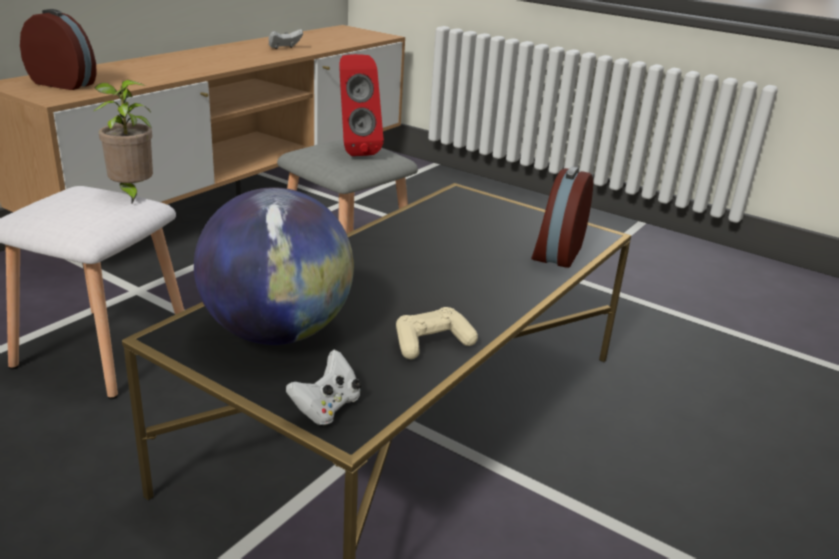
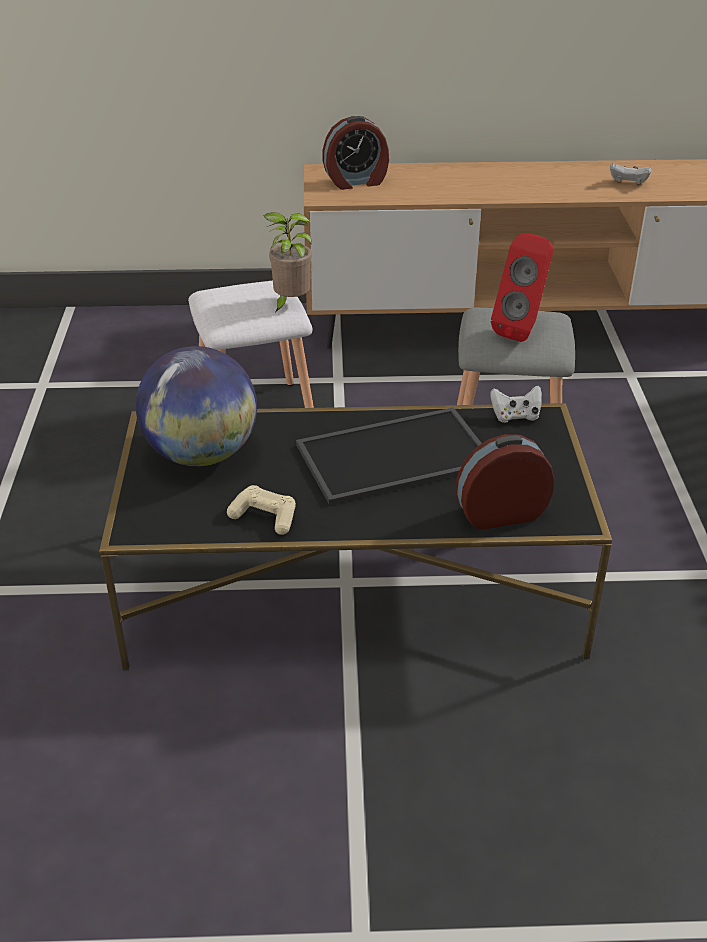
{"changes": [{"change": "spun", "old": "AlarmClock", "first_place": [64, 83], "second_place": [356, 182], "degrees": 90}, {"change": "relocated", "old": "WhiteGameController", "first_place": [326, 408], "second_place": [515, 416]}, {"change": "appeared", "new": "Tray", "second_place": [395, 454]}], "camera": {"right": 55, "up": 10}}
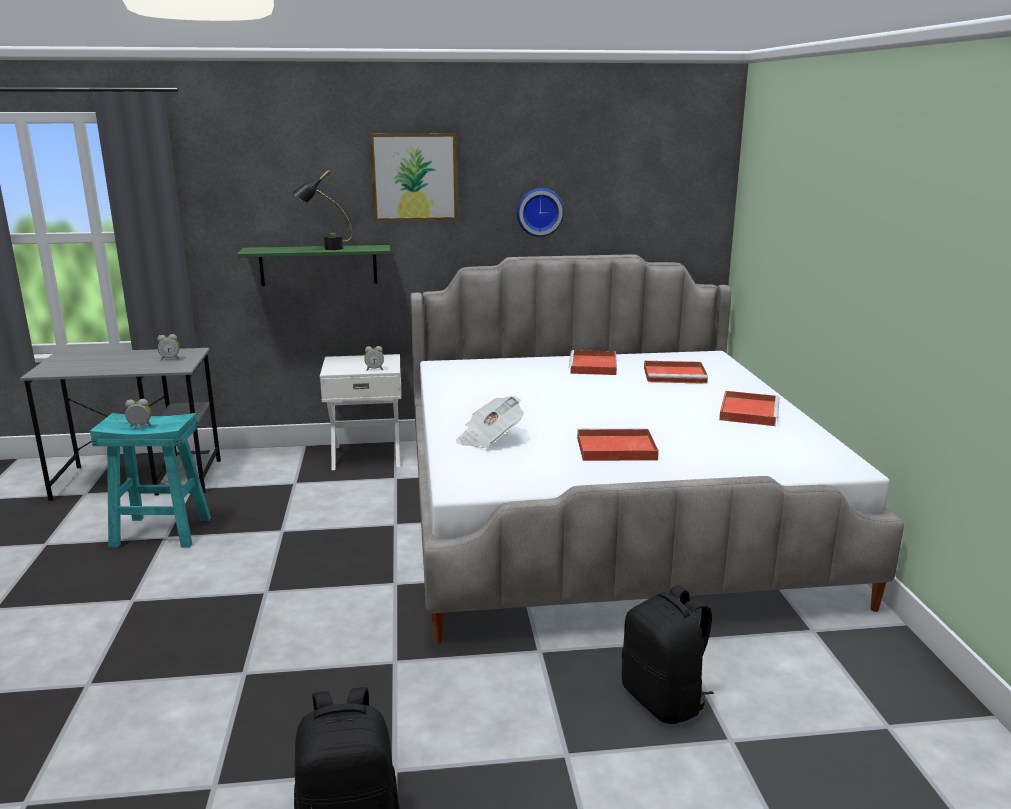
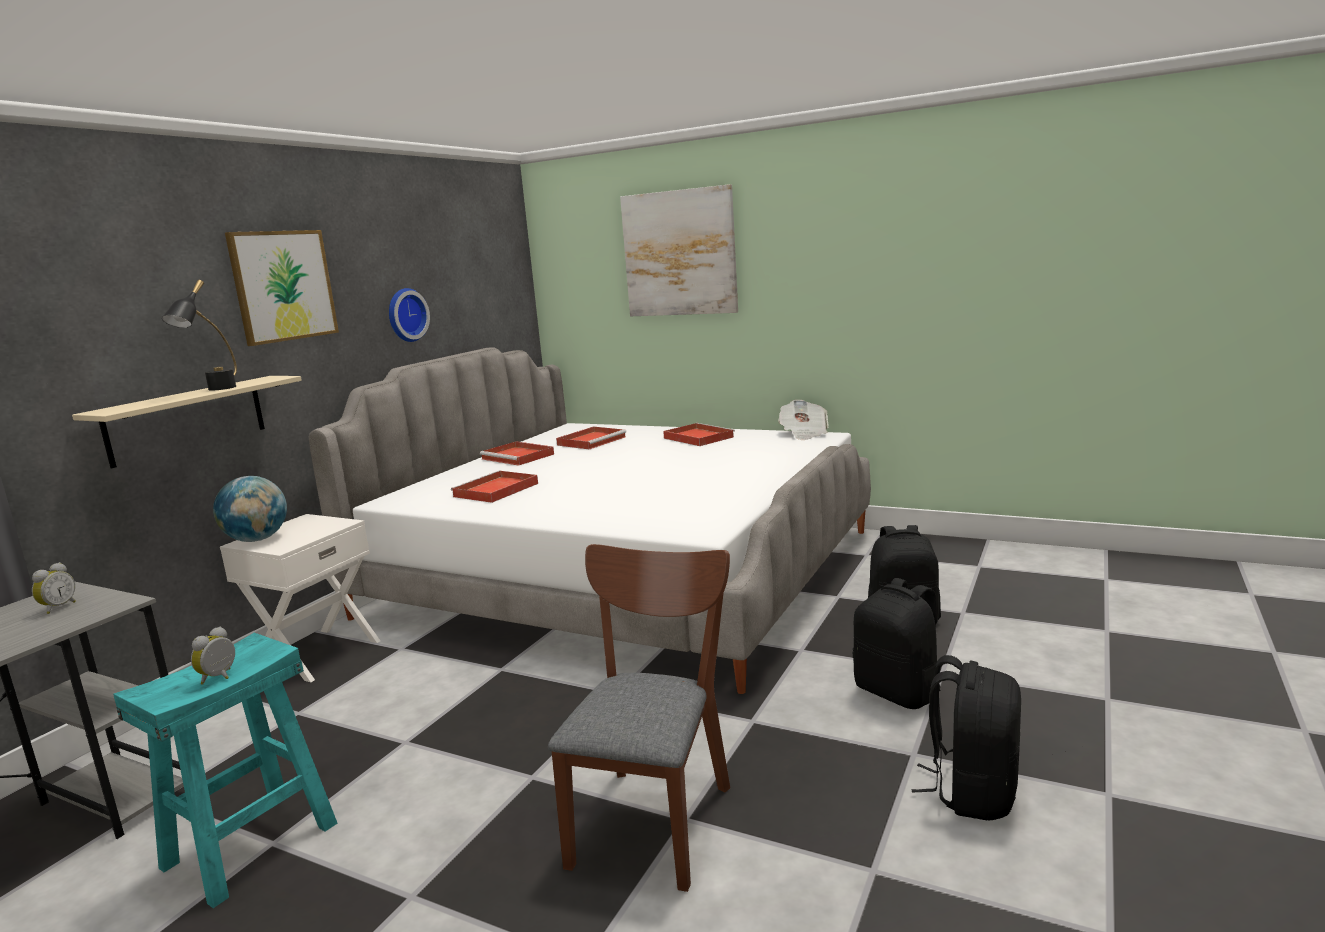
{"changes": [{"change": "colour", "old": "GreenShelf", "new": "BeigeShelf", "first_place": [318, 265], "second_place": [187, 420]}, {"change": "missing", "old": "AlarmClock", "first_place": [374, 369]}, {"change": "relocated", "old": "Newspaper", "first_place": [489, 439], "second_place": [804, 434]}, {"change": "relocated", "old": "RedTray", "first_place": [614, 449], "second_place": [495, 490]}, {"change": "appeared", "new": "Globe", "second_place": [257, 540]}, {"change": "appeared", "new": "BrownChair", "second_place": [655, 815]}, {"change": "appeared", "new": "Picture", "second_place": [679, 253]}, {"change": "appeared", "new": "BlackBackpack", "second_place": [899, 692]}], "camera": {"right": -55, "up": -5}}
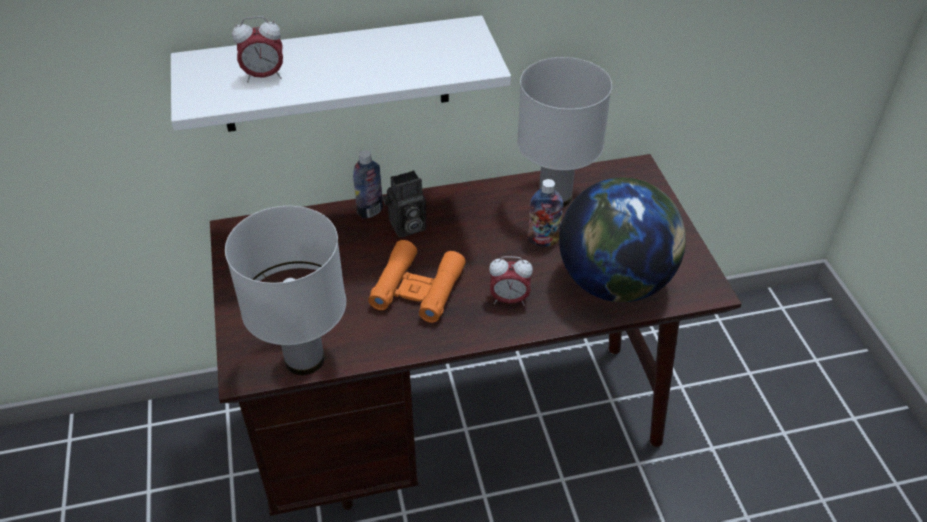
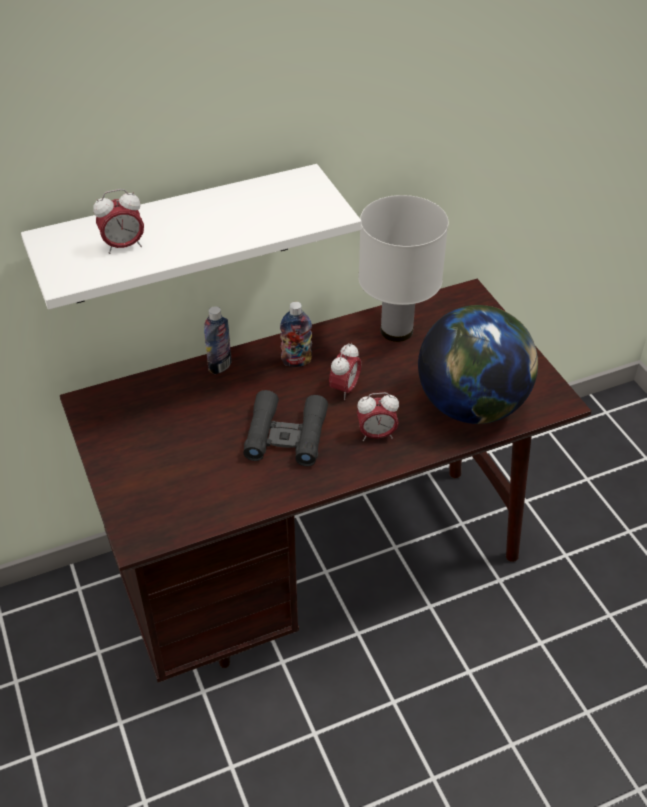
{"changes": [{"change": "missing", "old": "WhiteTableLamp", "first_place": [305, 358]}, {"change": "colour", "old": "OrangeBinoculars", "new": "BlackBinoculars", "first_place": [417, 288], "second_place": [286, 436]}, {"change": "missing", "old": "PhotoCamera", "first_place": [406, 227]}, {"change": "relocated", "old": "Bottle", "first_place": [543, 240], "second_place": [296, 361]}, {"change": "appeared", "new": "AlarmClock", "second_place": [344, 389]}], "camera": {"right": -10, "up": 0}}
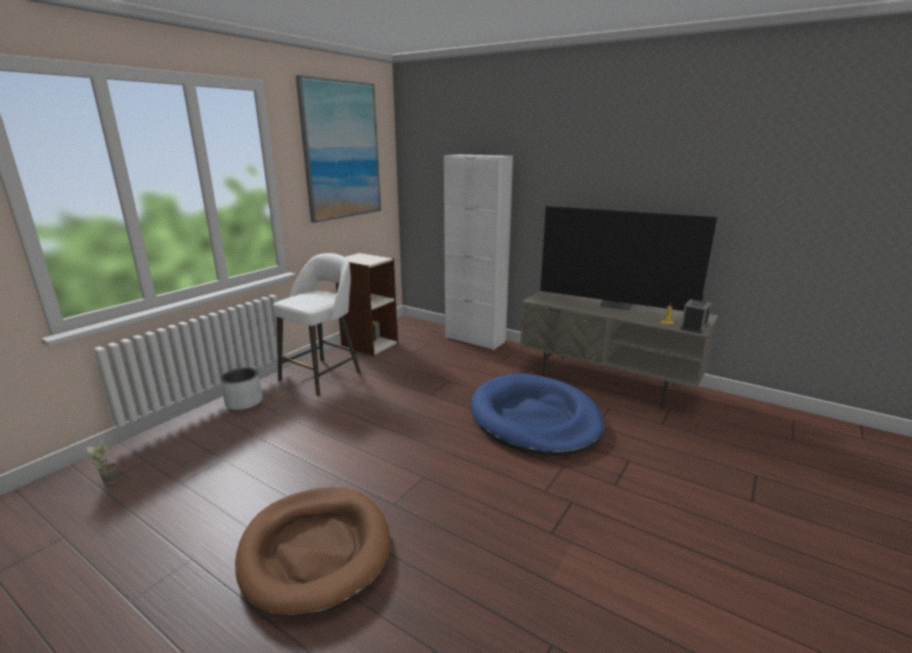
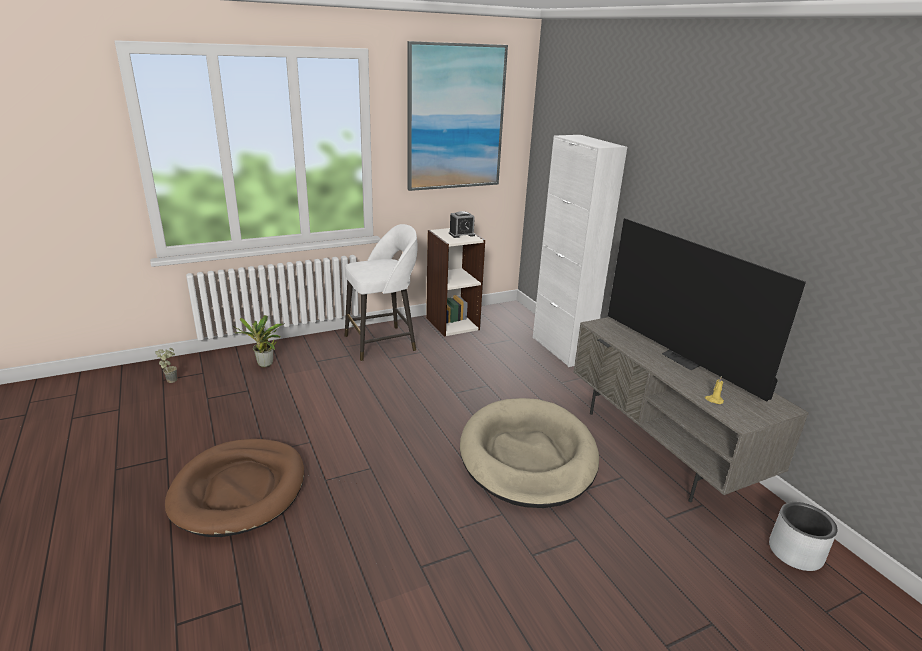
{"changes": [{"change": "relocated", "old": "GreyPlanter", "first_place": [244, 402], "second_place": [795, 552]}, {"change": "colour", "old": "BlueDogBed", "new": "BeigeDogBed", "first_place": [535, 419], "second_place": [528, 456]}, {"change": "relocated", "old": "AlarmClock", "first_place": [693, 327], "second_place": [461, 234]}, {"change": "appeared", "new": "PottedPlant", "second_place": [265, 365]}], "camera": {"right": 30, "up": 5}}
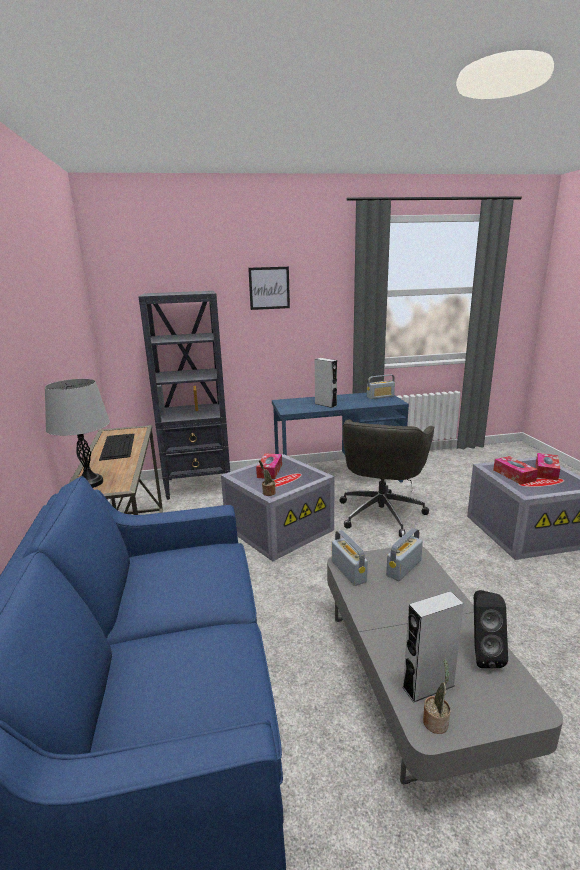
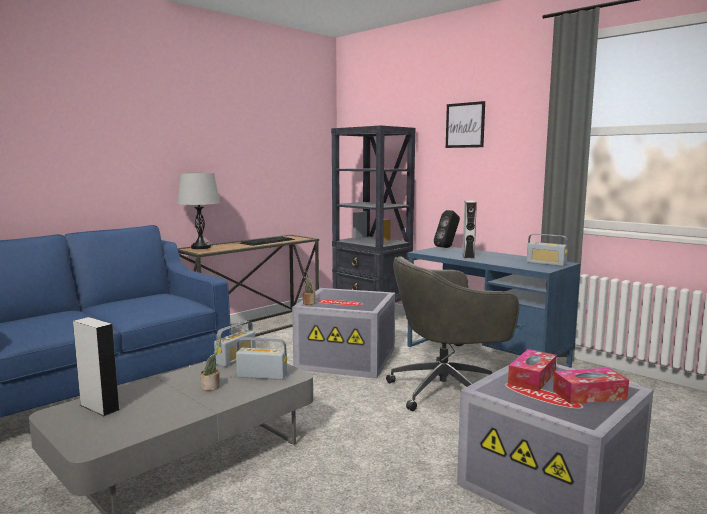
{"changes": [{"change": "missing", "old": "TissueBox", "first_place": [269, 471]}, {"change": "relocated", "old": "PottedPlant", "first_place": [436, 721], "second_place": [212, 387]}, {"change": "relocated", "old": "BlackSpeaker", "first_place": [482, 654], "second_place": [447, 247]}], "camera": {"right": 55, "up": -10}}
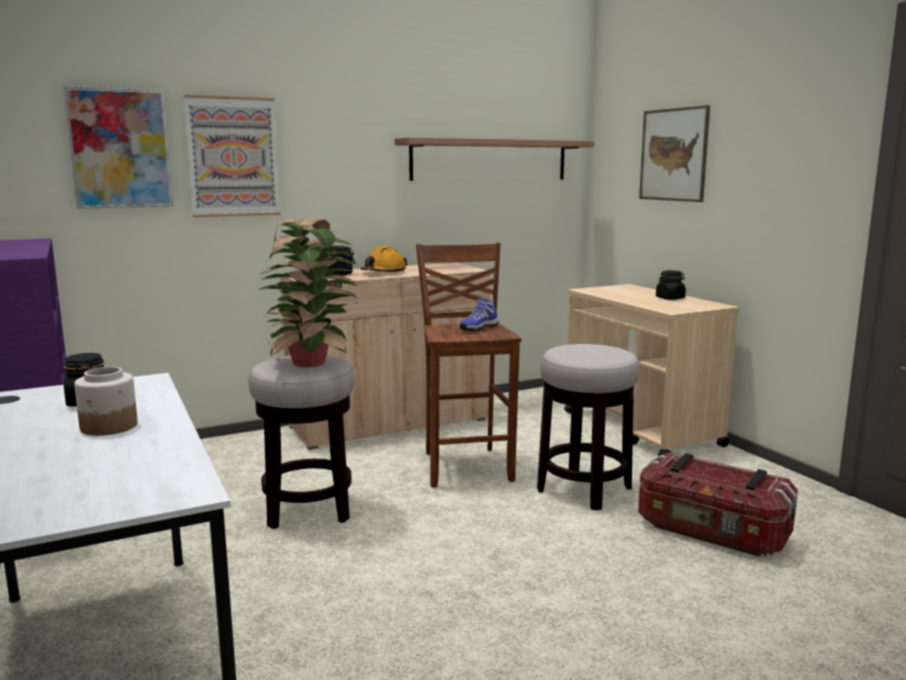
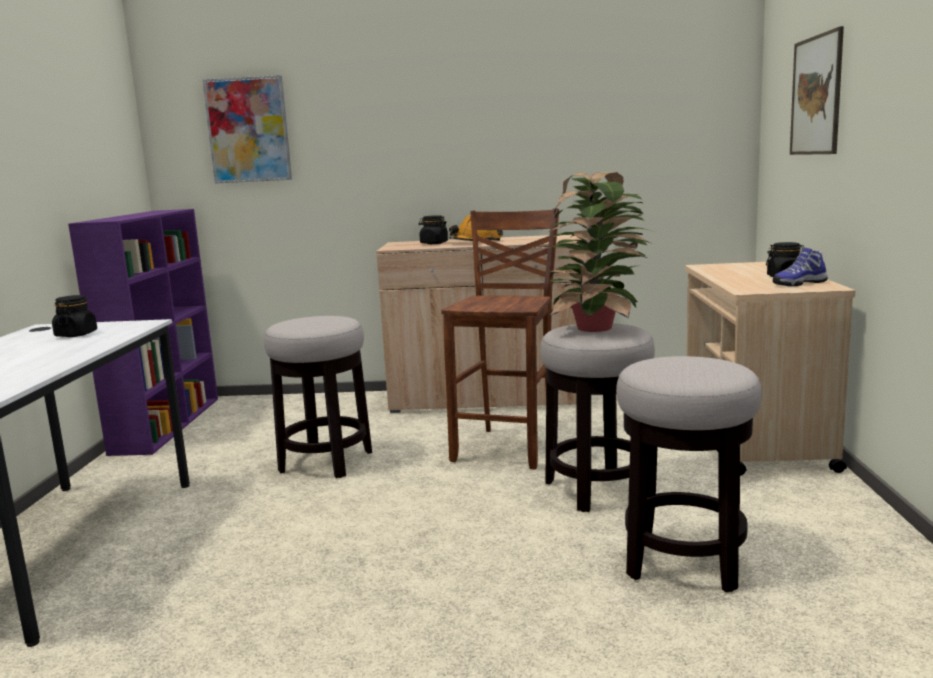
{"changes": [{"change": "missing", "old": "Jar", "first_place": [109, 427]}, {"change": "missing", "old": "Picture", "first_place": [233, 157]}, {"change": "relocated", "old": "PottedPlant", "first_place": [311, 362], "second_place": [598, 327]}, {"change": "missing", "old": "Shelf", "first_place": [490, 160]}, {"change": "relocated", "old": "Shoe", "first_place": [478, 328], "second_place": [798, 284]}, {"change": "exchanged", "old": "StorageBox", "new": "Stool", "first_place": [711, 532], "second_place": [684, 560]}], "camera": {"right": 30, "up": 0}}
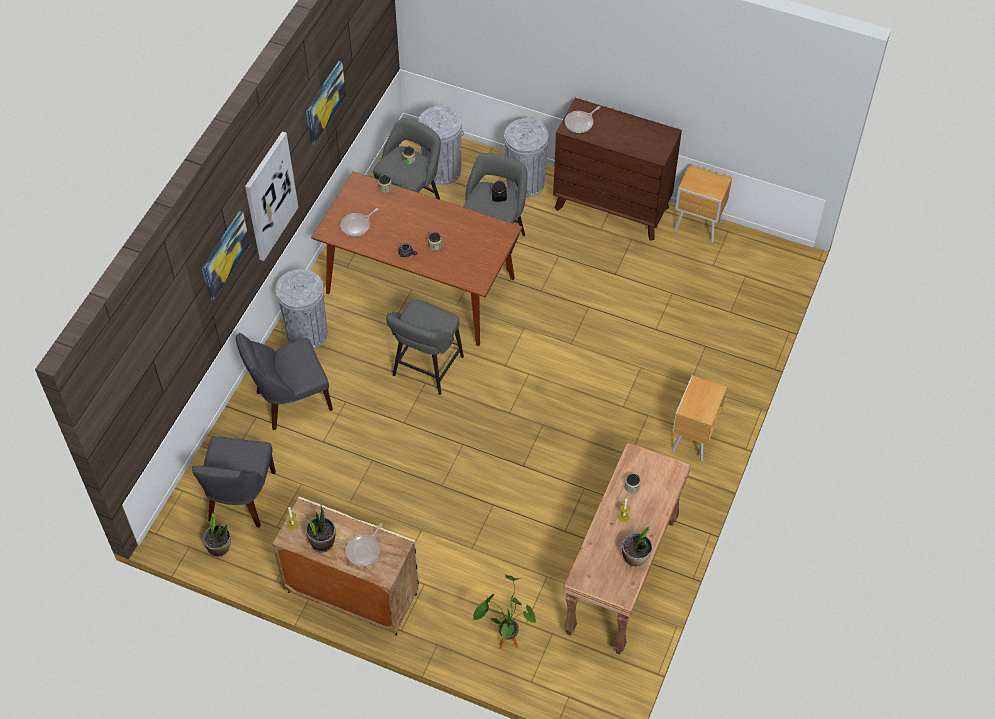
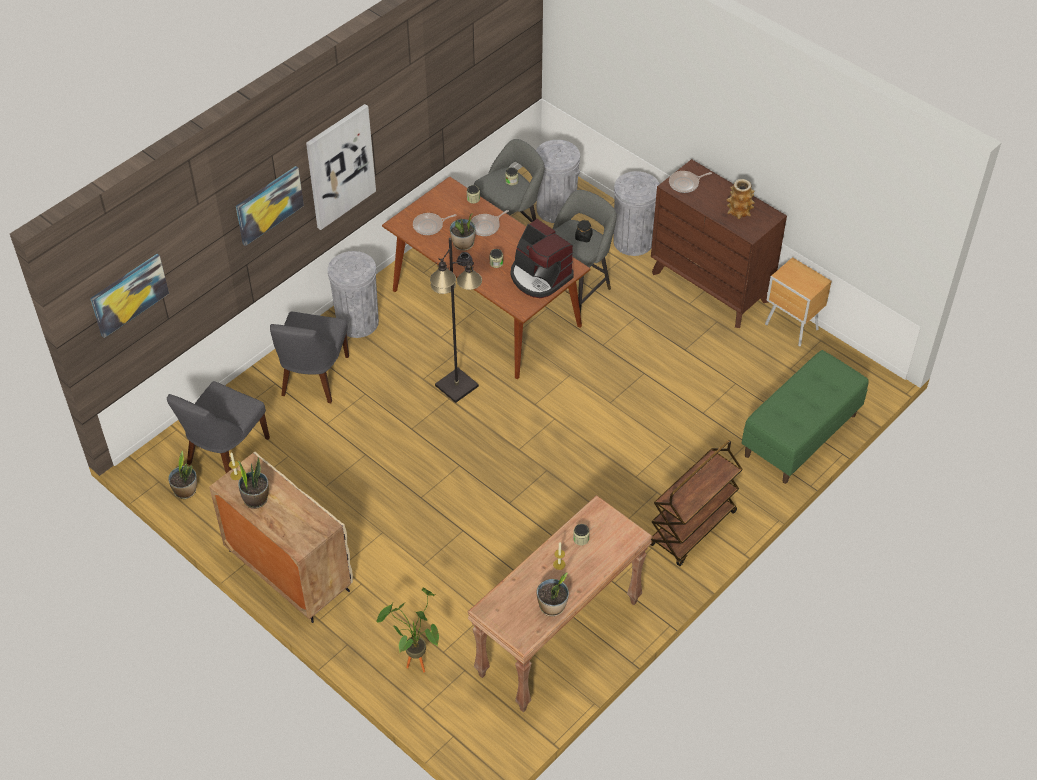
{"changes": [{"change": "spun", "old": "GreyChair", "first_place": [290, 401], "second_place": [313, 378], "degrees": -75}, {"change": "relocated", "old": "Picture", "first_place": [324, 102], "second_place": [129, 294]}, {"change": "relocated", "old": "FryingPan", "first_place": [364, 550], "second_place": [486, 226]}, {"change": "exchanged", "old": "GreyStool", "new": "BlackFloorLamp", "first_place": [426, 369], "second_place": [456, 386]}, {"change": "exchanged", "old": "BrownNightstand", "new": "BrownCart", "first_place": [692, 440], "second_place": [692, 529]}, {"change": "appeared", "new": "PottedPlant", "second_place": [463, 244]}, {"change": "appeared", "new": "CoffeeMachine", "second_place": [539, 277]}, {"change": "appeared", "new": "Vase", "second_place": [739, 211]}, {"change": "appeared", "new": "GreenBench", "second_place": [800, 436]}], "camera": {"right": 20, "up": -5}}
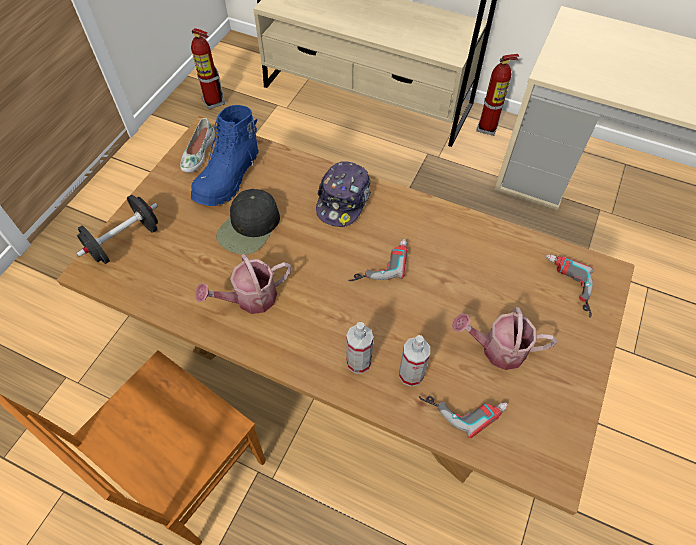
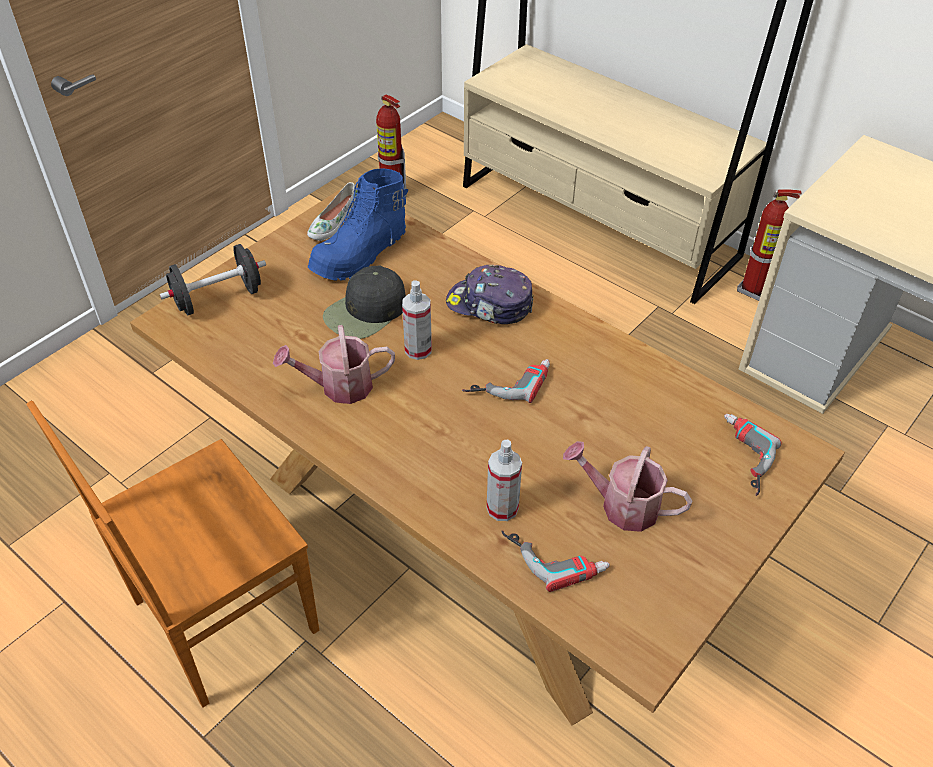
{"changes": [{"change": "spun", "old": "Cap", "first_place": [343, 200], "second_place": [490, 305], "degrees": 75}, {"change": "relocated", "old": "SprayBottle", "first_place": [358, 362], "second_place": [418, 350]}], "camera": {"right": 15, "up": -10}}
